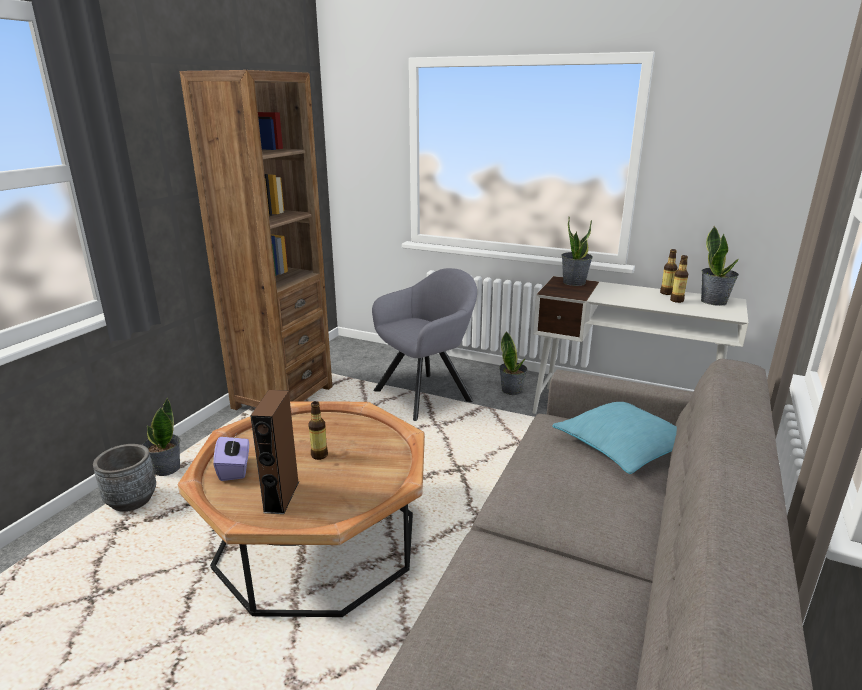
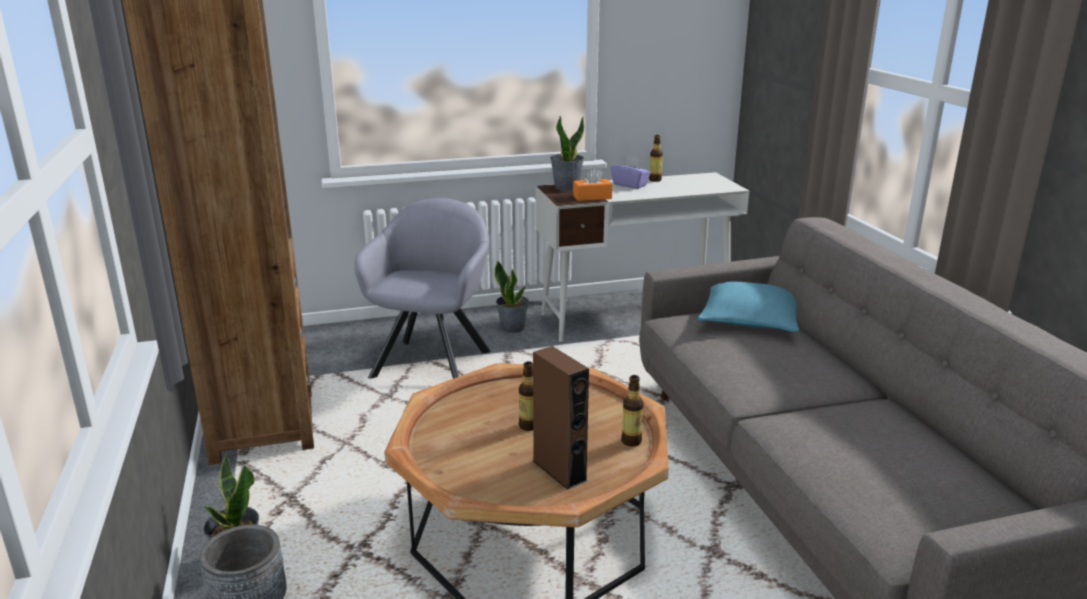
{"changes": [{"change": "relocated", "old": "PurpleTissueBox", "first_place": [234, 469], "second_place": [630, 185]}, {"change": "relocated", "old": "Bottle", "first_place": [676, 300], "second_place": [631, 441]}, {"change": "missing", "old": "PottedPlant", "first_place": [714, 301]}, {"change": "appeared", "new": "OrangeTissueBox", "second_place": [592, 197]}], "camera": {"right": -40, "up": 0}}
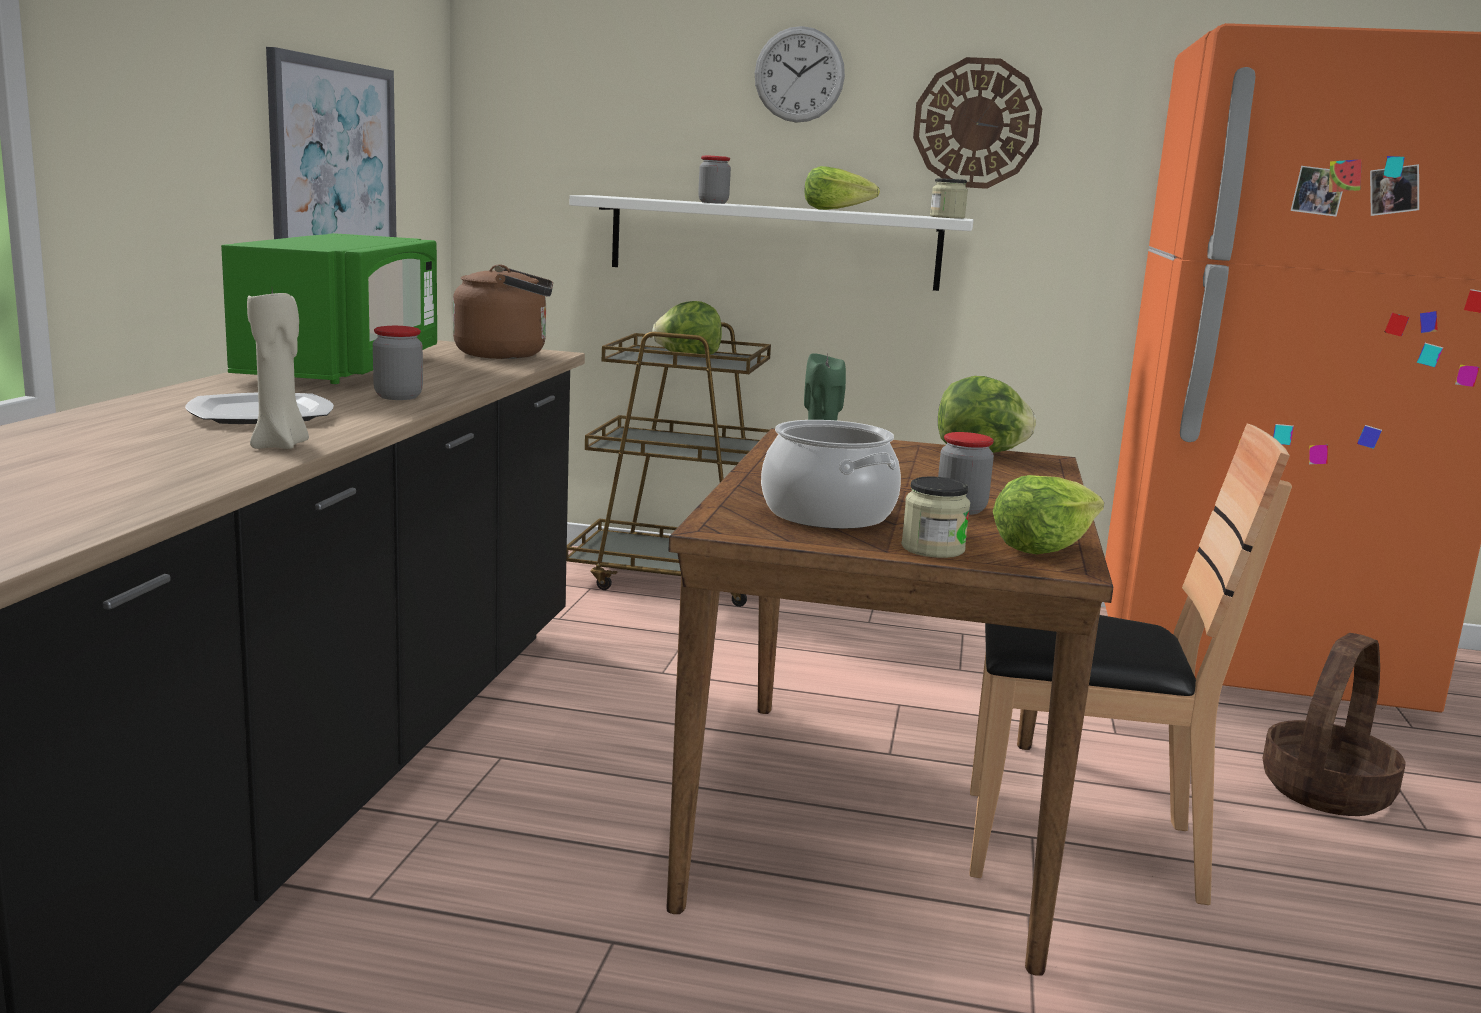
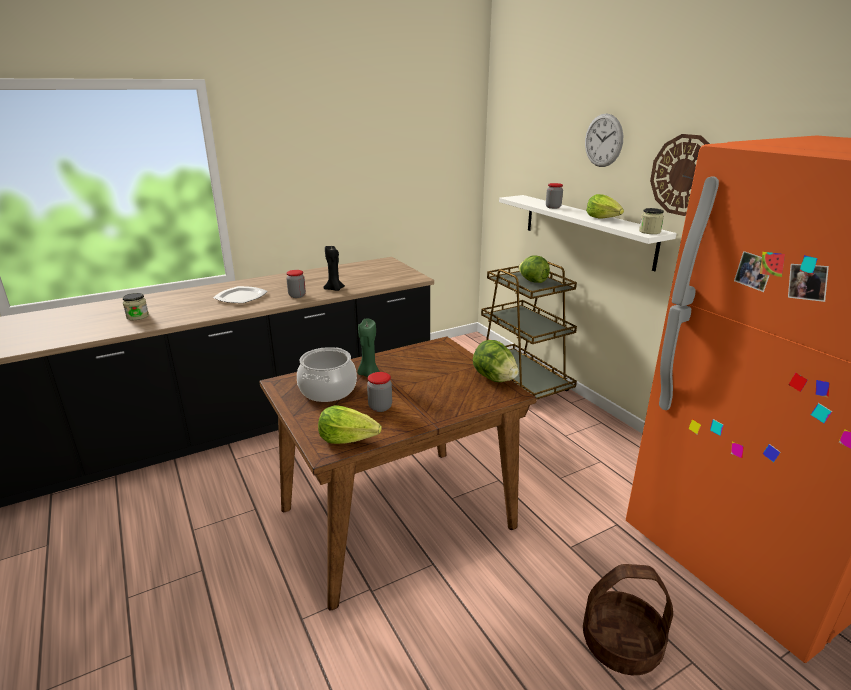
{"changes": [{"change": "missing", "old": "GreenMicrowave", "first_place": [344, 368]}, {"change": "missing", "old": "BeigeCandle", "first_place": [281, 446]}, {"change": "missing", "old": "Picture", "first_place": [334, 161]}, {"change": "missing", "old": "BrownKettle", "first_place": [507, 355]}, {"change": "relocated", "old": "Jar", "first_place": [933, 549], "second_place": [137, 316]}, {"change": "missing", "old": "BrownChair", "first_place": [1077, 846]}, {"change": "appeared", "new": "BlackCandle", "second_place": [334, 289]}], "camera": {"right": 50, "up": 10}}
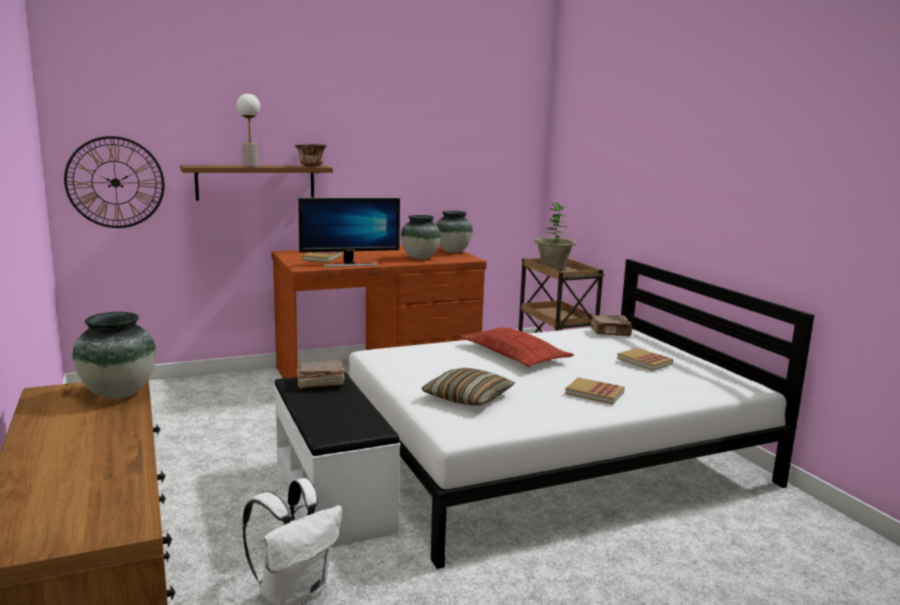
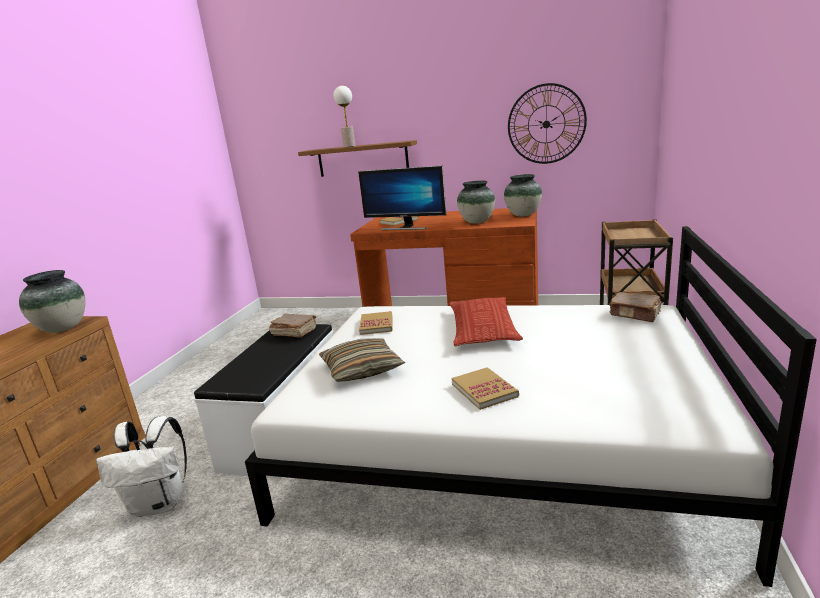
{"changes": [{"change": "relocated", "old": "WallClock", "first_place": [115, 182], "second_place": [546, 124]}, {"change": "missing", "old": "Bowl", "first_place": [311, 166]}, {"change": "missing", "old": "PottedPlant", "first_place": [553, 268]}, {"change": "relocated", "old": "Book", "first_place": [644, 361], "second_place": [376, 325]}], "camera": {"right": 40, "up": 5}}
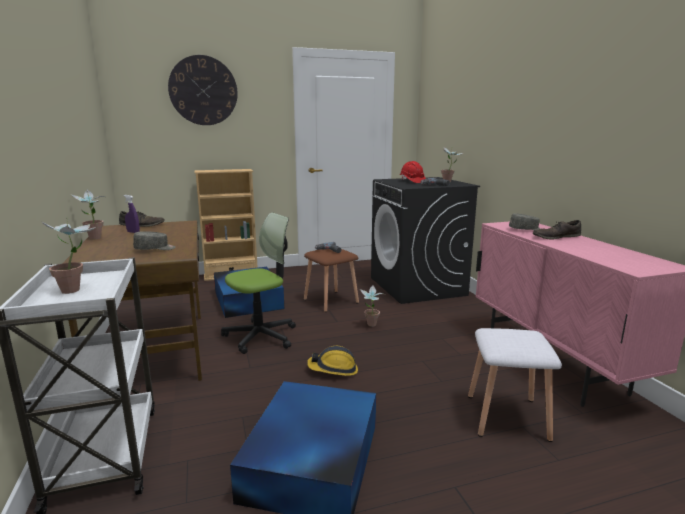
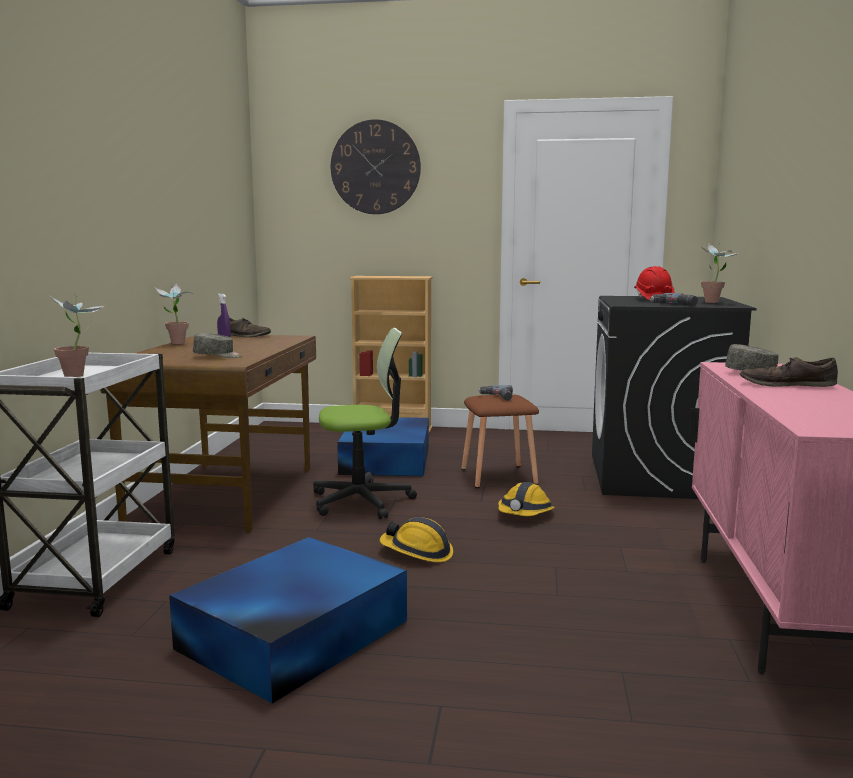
{"changes": [{"change": "exchanged", "old": "PottedPlant", "new": "HardHat", "first_place": [371, 326], "second_place": [525, 514]}, {"change": "missing", "old": "WhiteStool", "first_place": [508, 418]}], "camera": {"right": 25, "up": -5}}
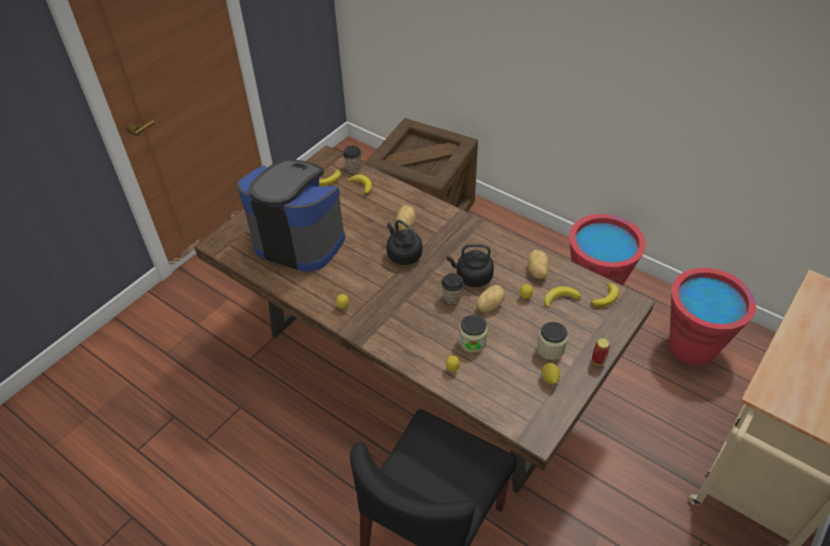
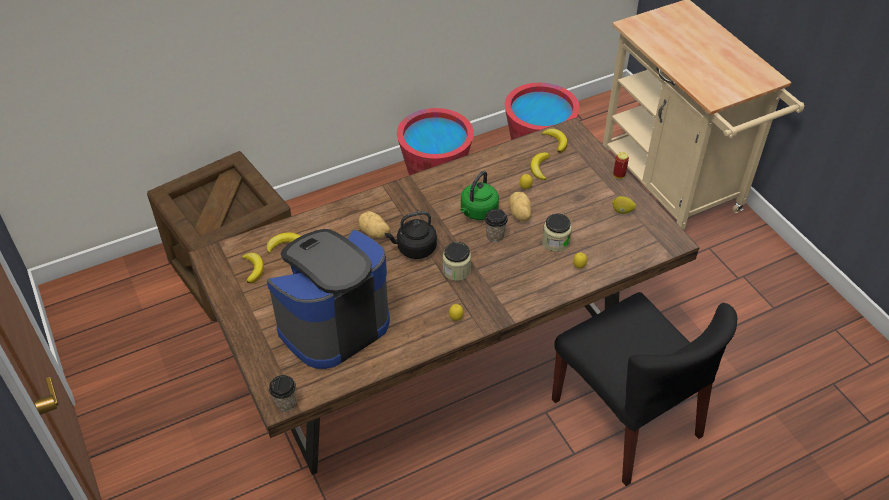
{"changes": [{"change": "relocated", "old": "Cup", "first_place": [353, 168], "second_place": [286, 403]}, {"change": "colour", "old": "BlackKettle", "new": "GreenKettle", "first_place": [472, 277], "second_place": [478, 212]}, {"change": "missing", "old": "Potato", "first_place": [536, 271]}, {"change": "relocated", "old": "Jar", "first_place": [550, 349], "second_place": [456, 271]}], "camera": {"right": -65, "up": 0}}
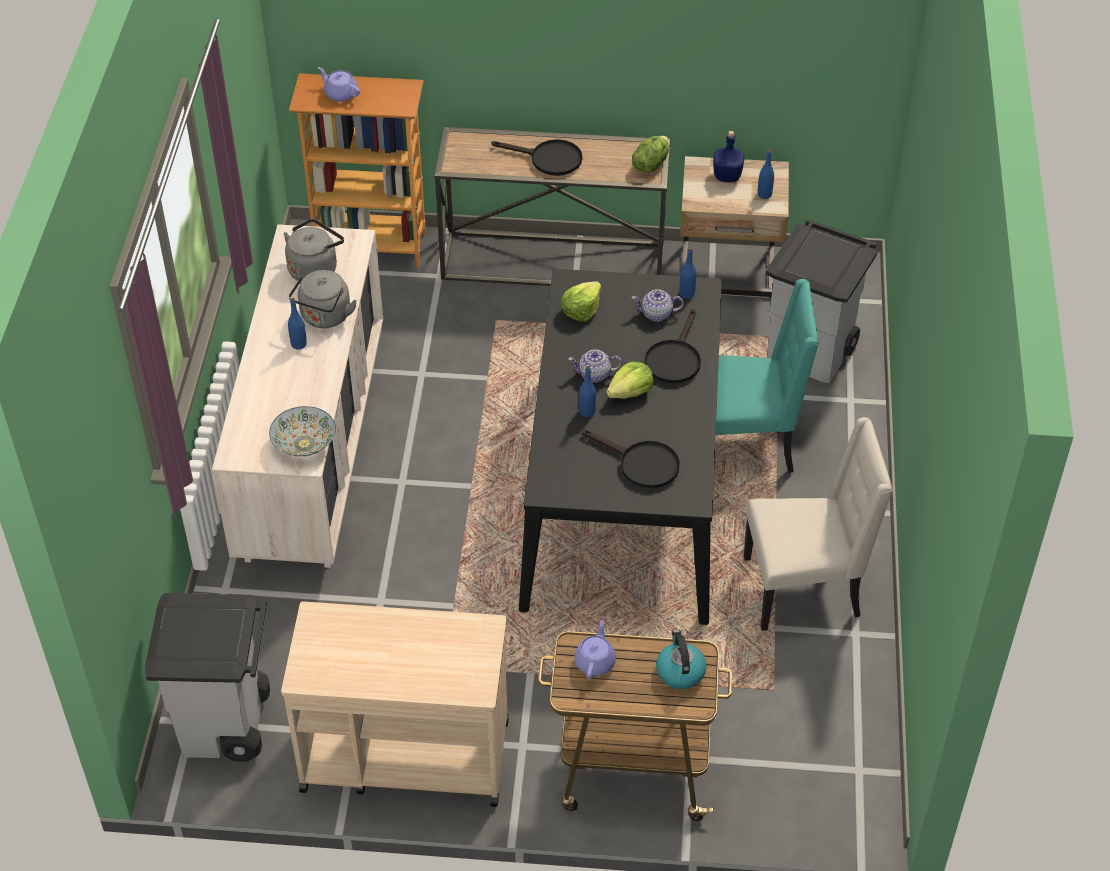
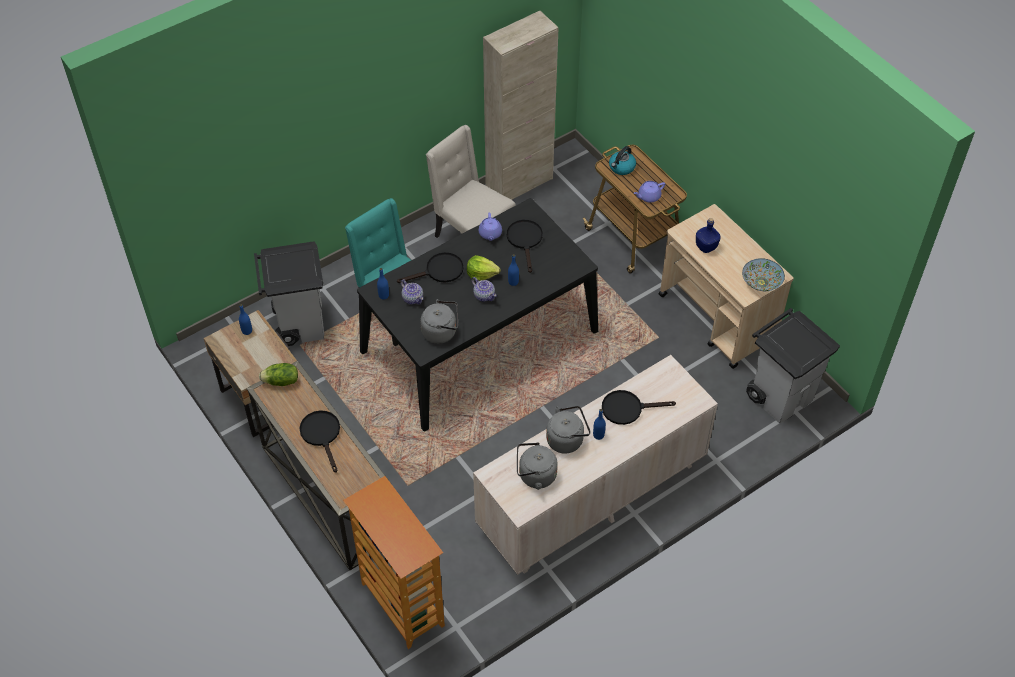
{"changes": [{"change": "relocated", "old": "Bowl", "first_place": [304, 444], "second_place": [761, 282]}, {"change": "relocated", "old": "PurpleTeapot", "first_place": [340, 94], "second_place": [490, 234]}, {"change": "exchanged", "old": "Lettuce", "new": "GreyKettle", "first_place": [581, 310], "second_place": [441, 332]}, {"change": "relocated", "old": "BlueBottle", "first_place": [726, 176], "second_place": [706, 247]}, {"change": "appeared", "new": "BeigeCabinet", "second_place": [519, 183]}, {"change": "appeared", "new": "BlackFryingPan", "second_place": [627, 408]}], "camera": {"right": -130, "up": 5}}
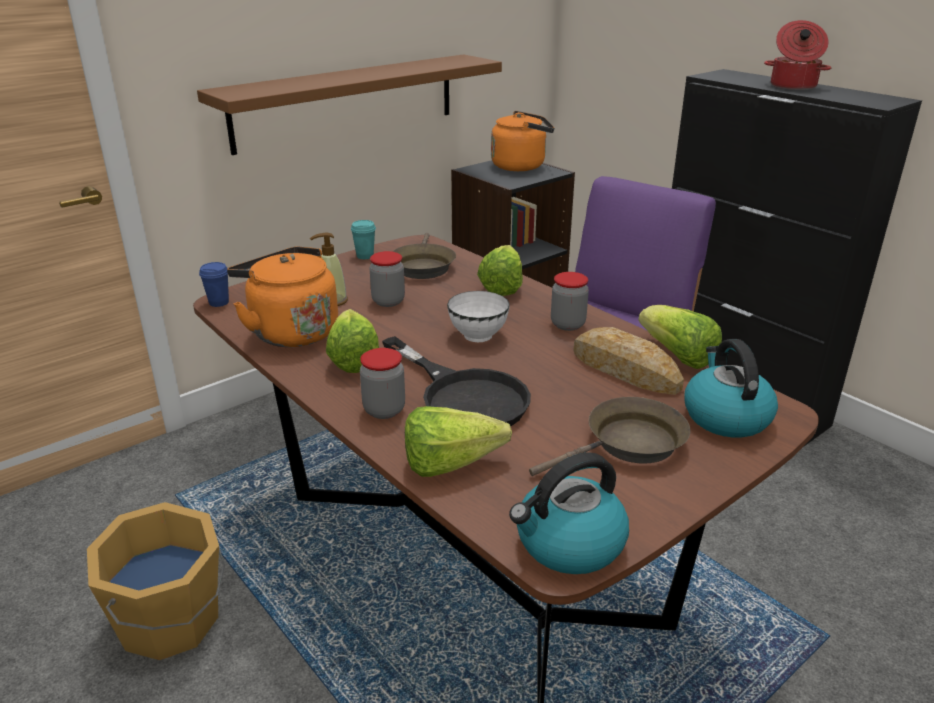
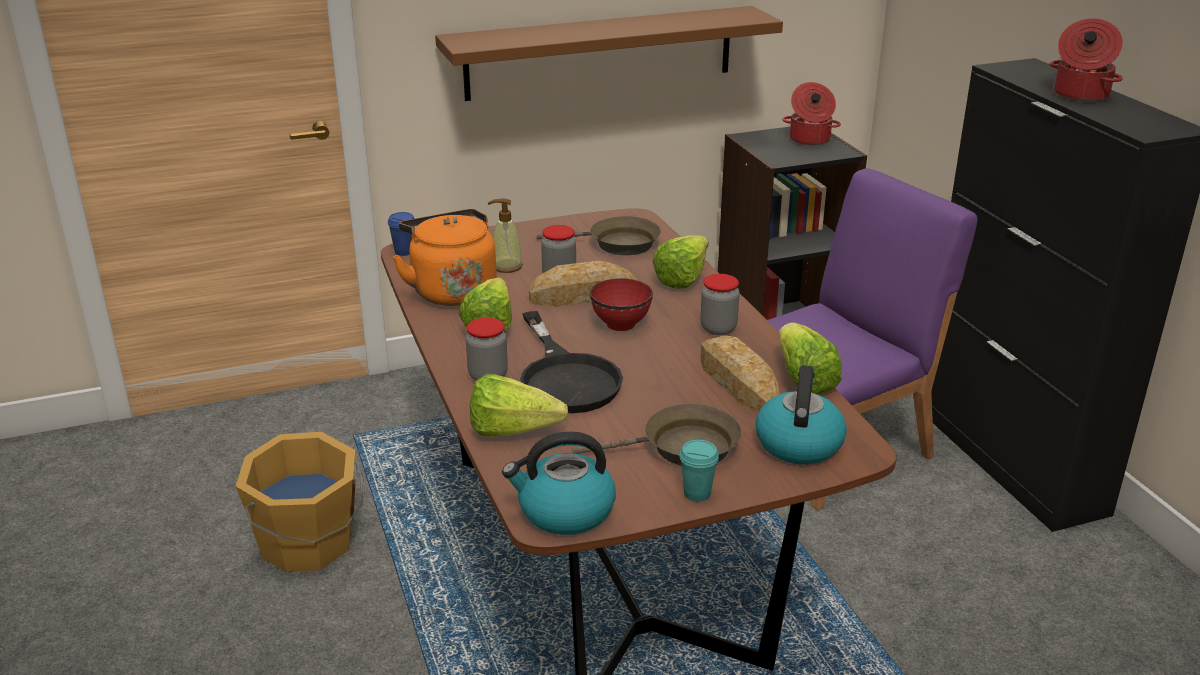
{"changes": [{"change": "relocated", "old": "TurquoiseCup", "first_place": [365, 256], "second_place": [697, 494]}, {"change": "spun", "old": "BrownFryingPan", "first_place": [422, 266], "second_place": [618, 244], "degrees": -105}, {"change": "colour", "old": "WhiteBowl", "new": "RedBowl", "first_place": [478, 335], "second_place": [621, 323]}, {"change": "exchanged", "old": "OrangeKettle", "new": "CookingPot", "first_place": [521, 166], "second_place": [809, 139]}, {"change": "appeared", "new": "Bread", "second_place": [583, 295]}], "camera": {"right": 20, "up": 0}}
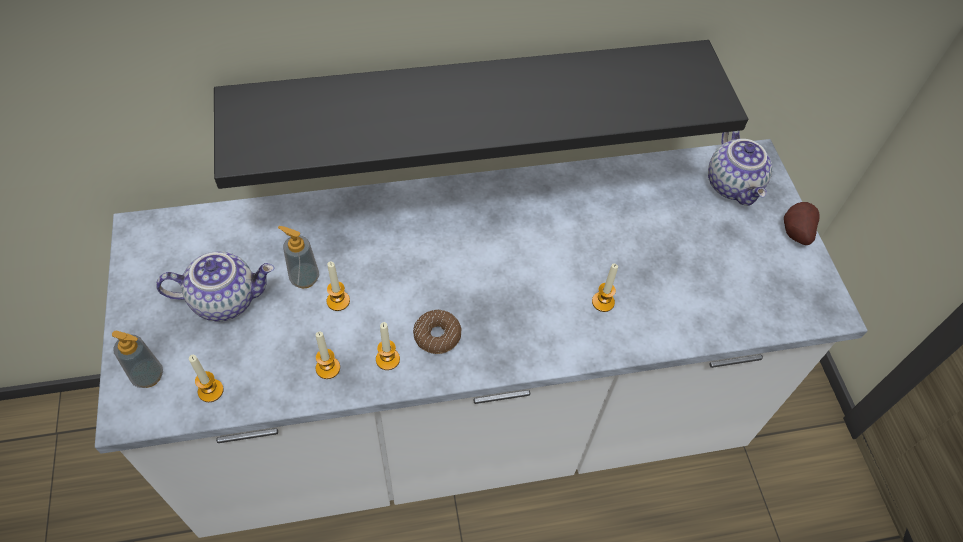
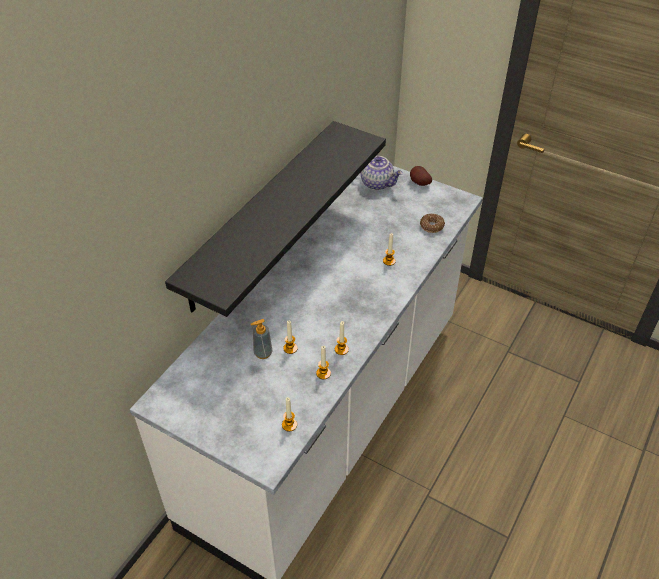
{"changes": [{"change": "missing", "old": "SoapDispenser", "first_place": [148, 376]}, {"change": "missing", "old": "Teapot", "first_place": [225, 298]}, {"change": "relocated", "old": "Donut", "first_place": [437, 335], "second_place": [431, 226]}], "camera": {"right": -45, "up": -10}}
